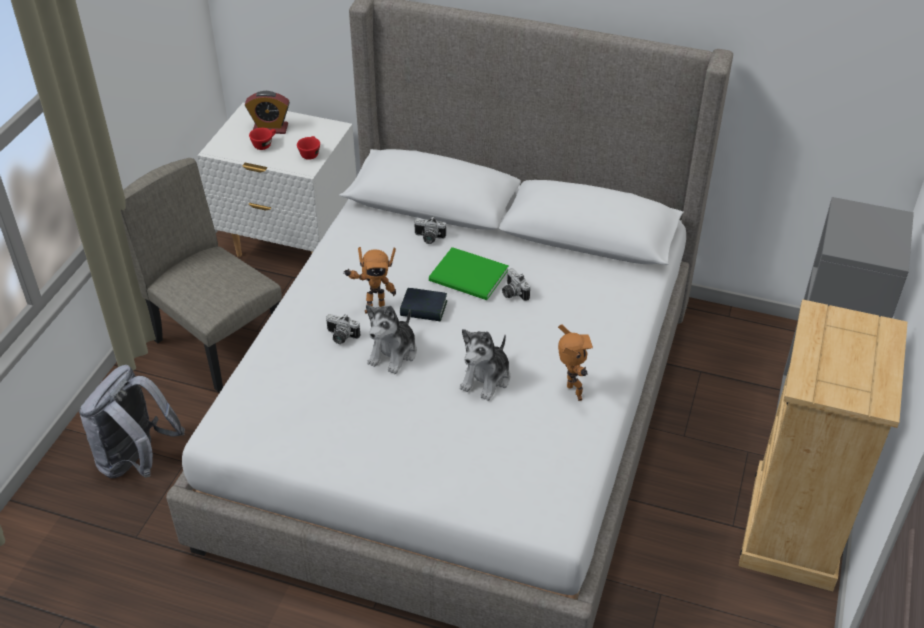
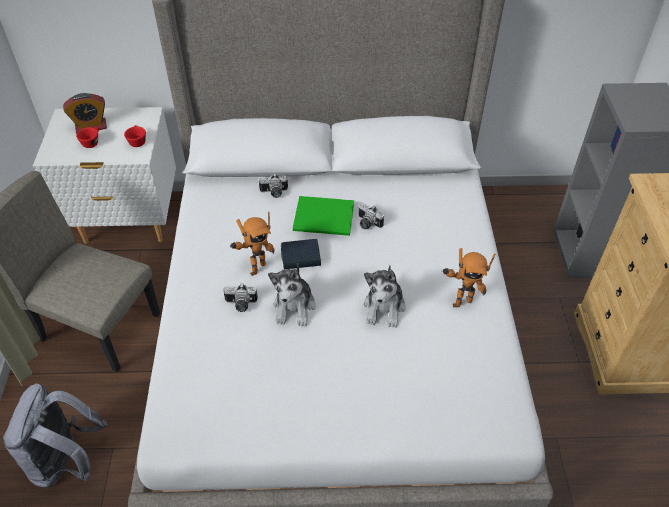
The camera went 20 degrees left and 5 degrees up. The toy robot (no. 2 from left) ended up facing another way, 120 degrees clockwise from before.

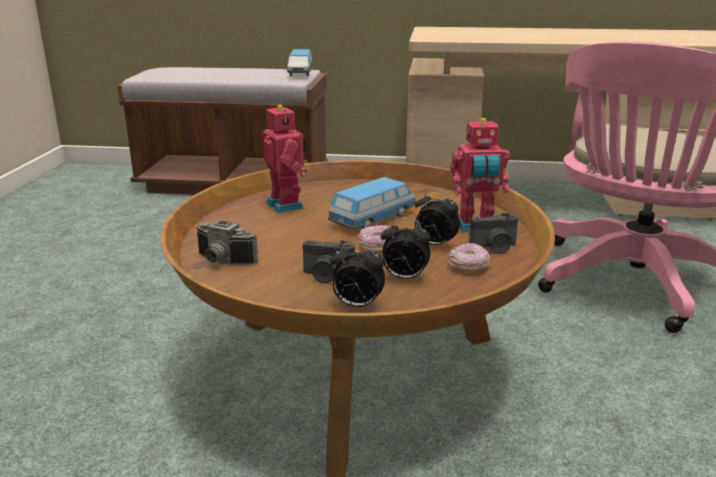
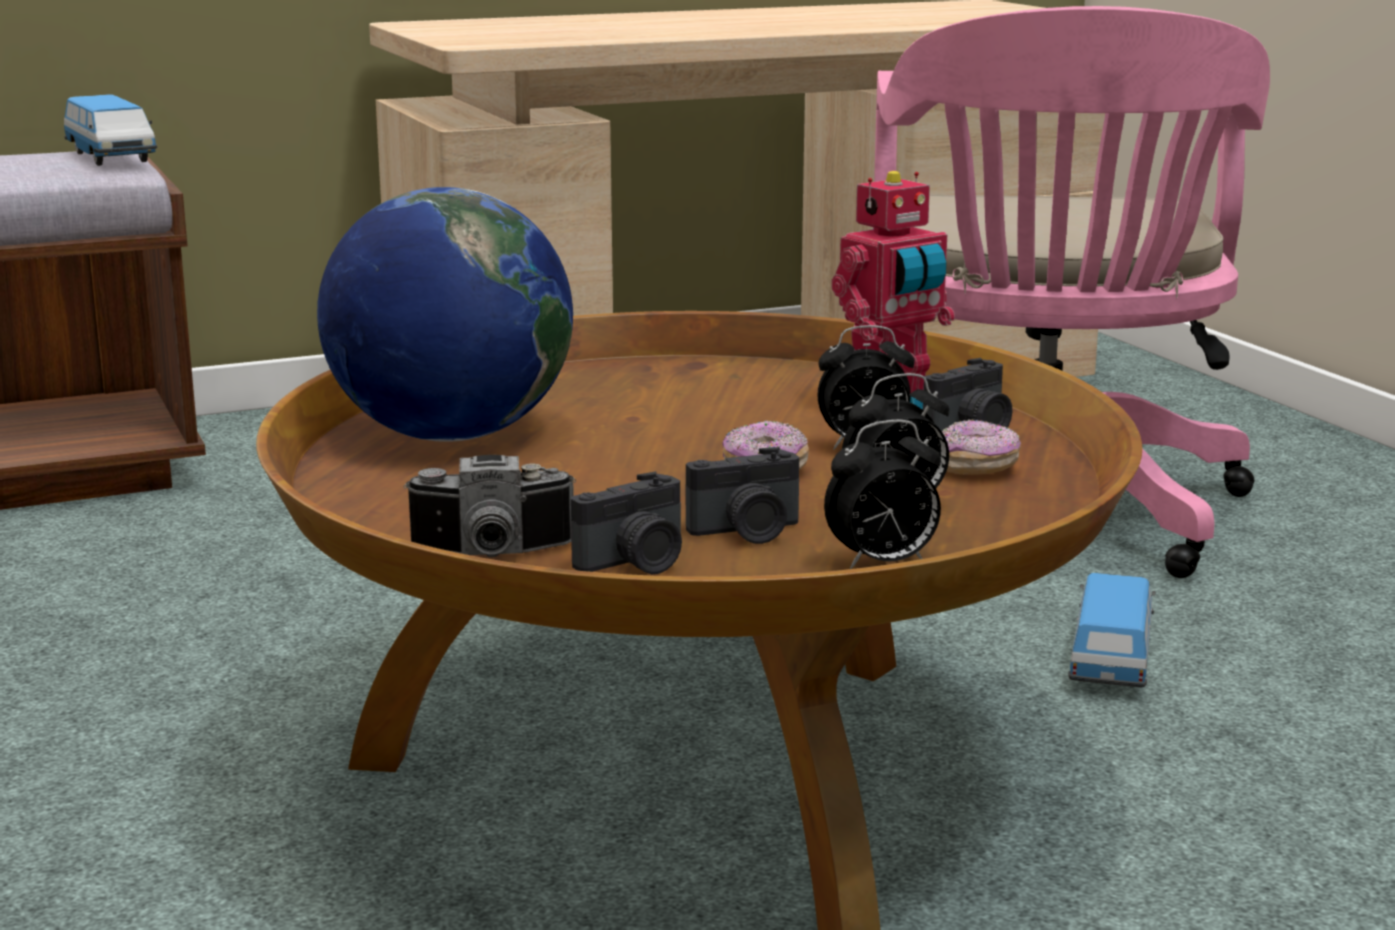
The camera went 30 degrees left and 5 degrees down. Where the toy robot (no. 1 from left) stood, the globe came to stand. The model car (no. 2 from left) ended up elsewhere. The second view gained the still camera (no. 2 from left).

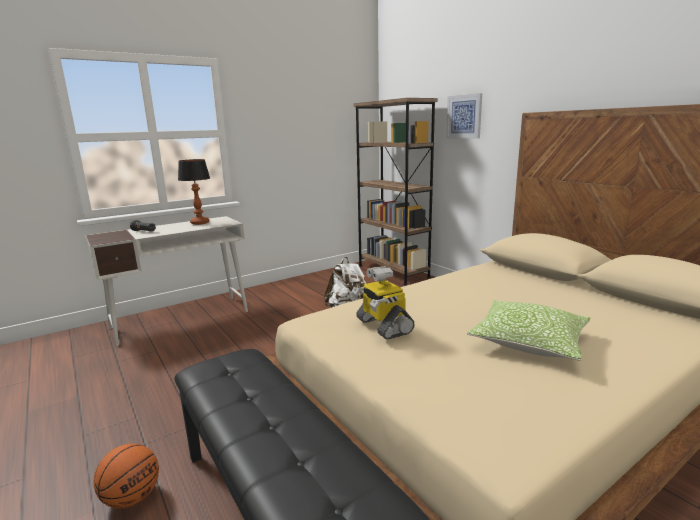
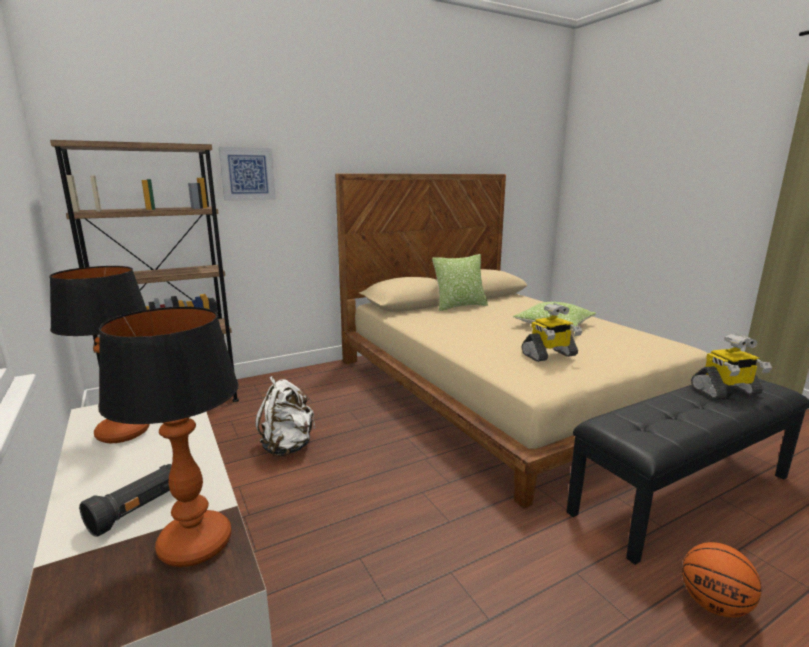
The camera went 85 degrees left and 0 degrees up. The second view gained the lamp for a table (no. 2 from left). The second view gained the pillow (no. 1 from left). The second view gained the toy robot (no. 2 from left).

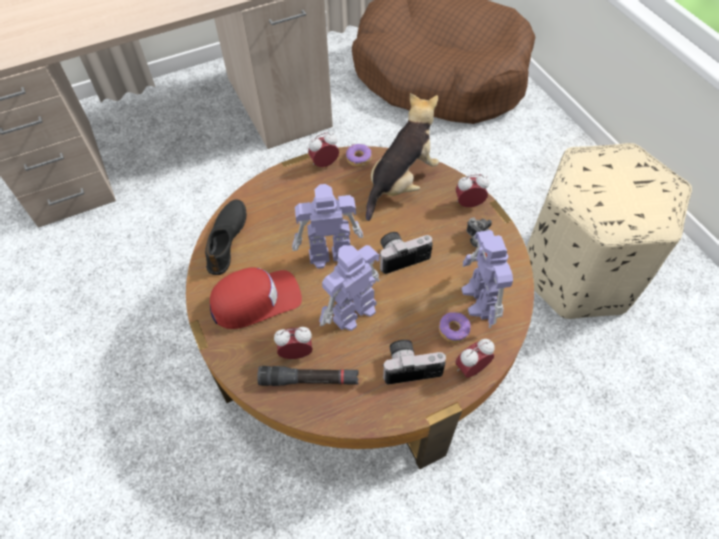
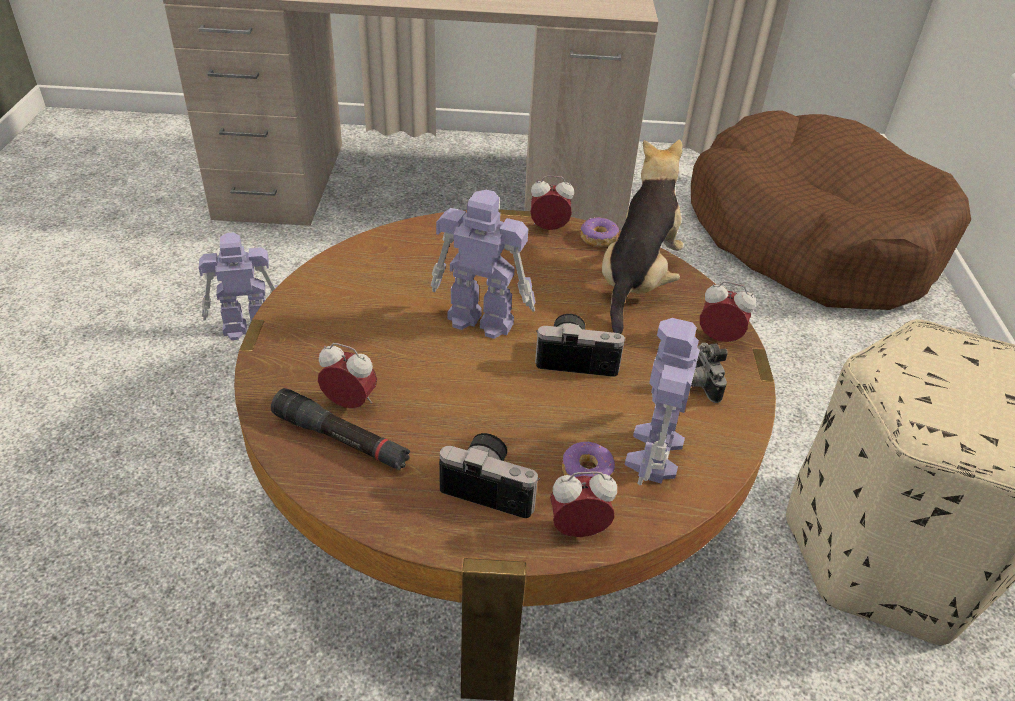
The camera went 25 degrees right and 15 degrees down. The second view lost the shoe in black. The second view lost the cap in red. The toy robot (no. 2 from left in the first image) ended up elsewhere. The cuddly toy ended up facing another way, 45 degrees counterclockwise from before.

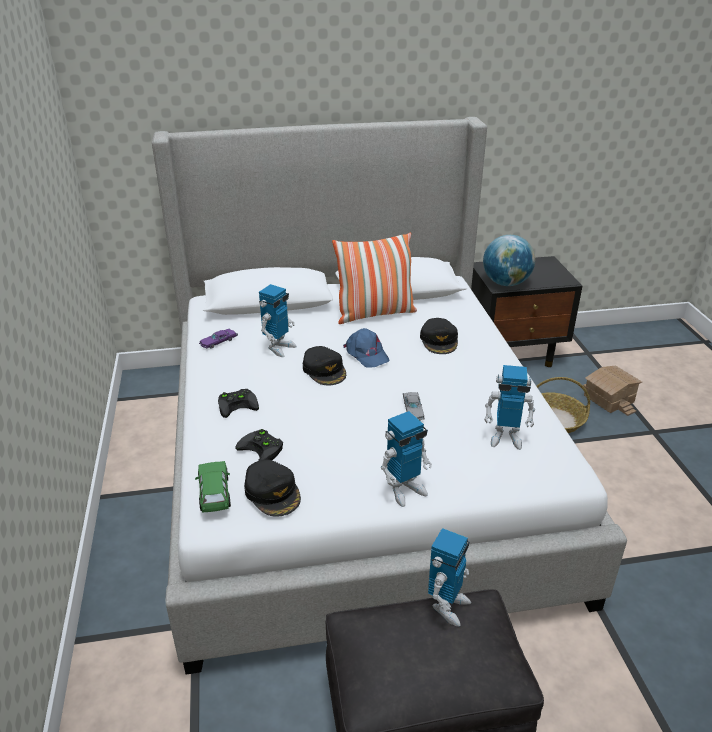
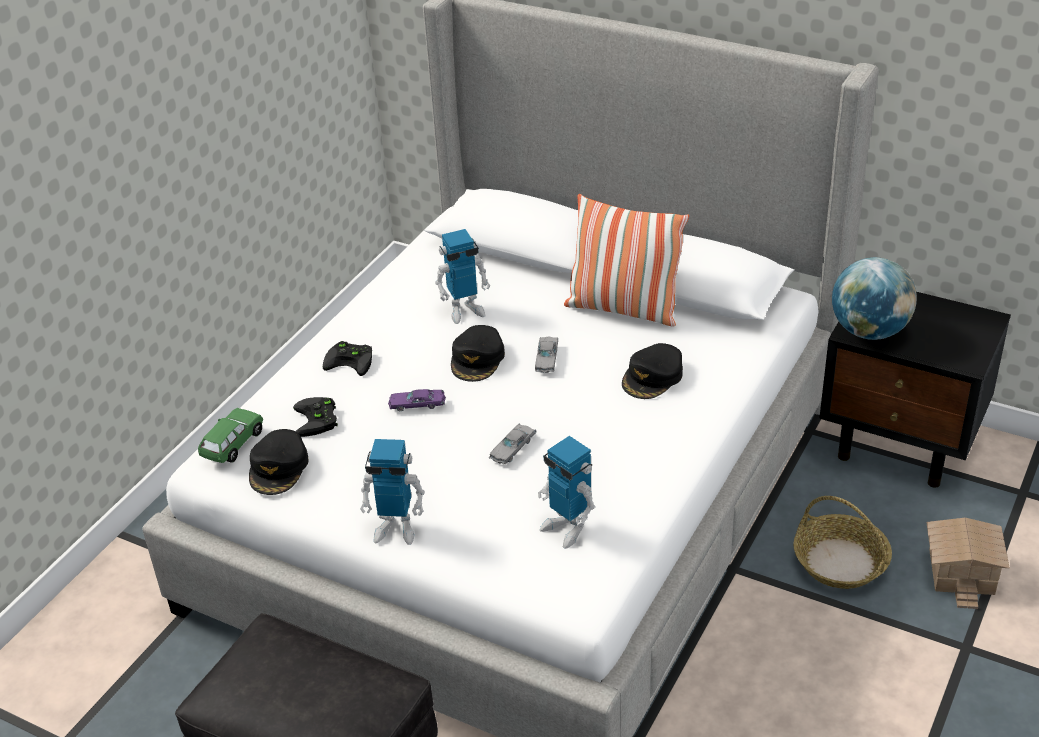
The camera went 40 degrees right and 5 degrees up. The model car in purple ended up elsewhere. Where the cap in blue stood, the model car in gray (no. 2 from left) came to stand. The second view lost the toy robot (no. 3 from left).

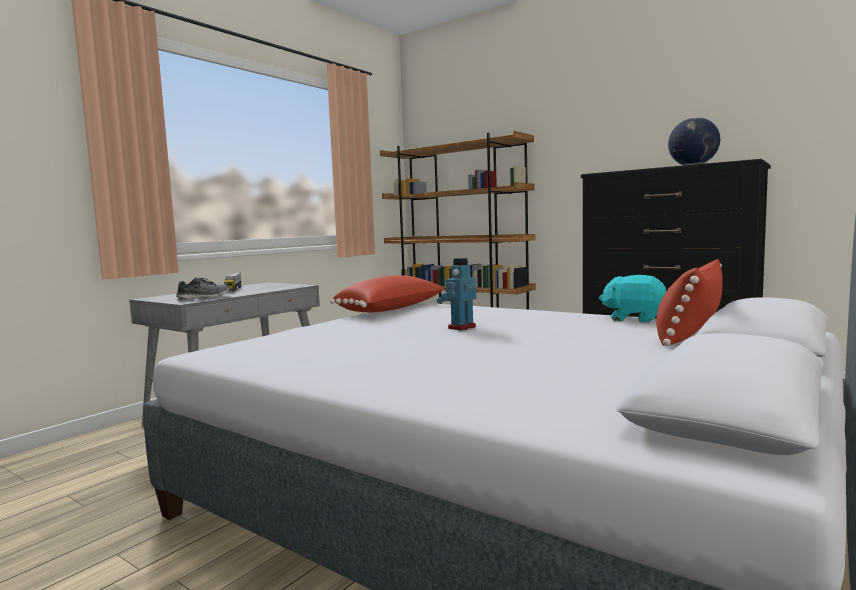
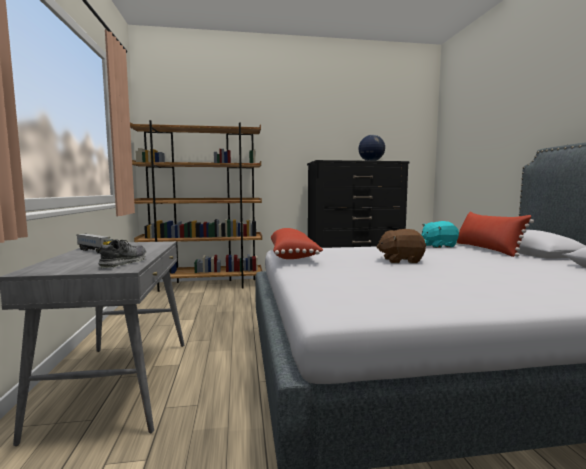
The camera went 45 degrees left and 0 degrees up. Where the toy robot stood, the cuddly toy in brown-coloured came to stand.

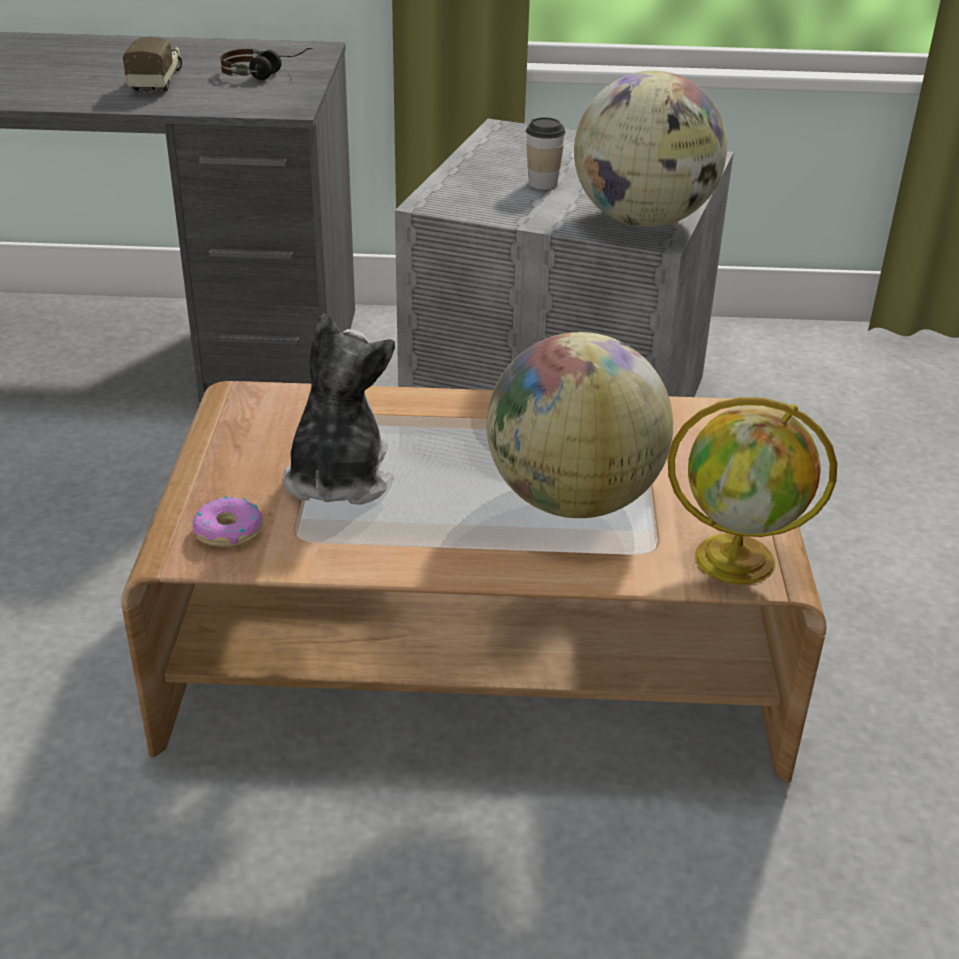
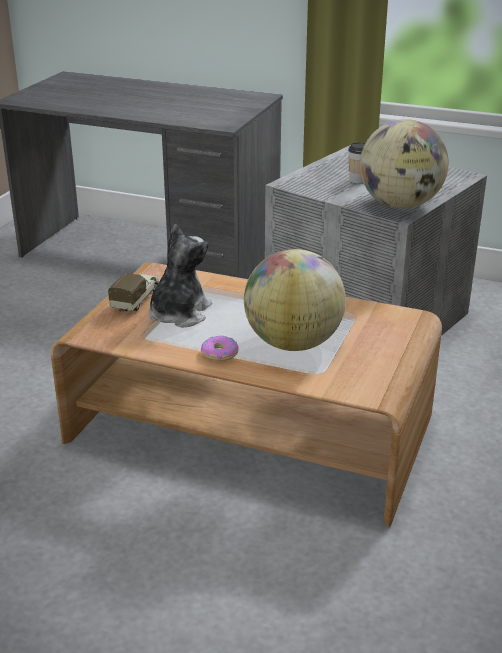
The camera went 20 degrees right and 5 degrees down. The toy truck ended up elsewhere. The ring doughnut ended up elsewhere. The second view lost the pair of headphones. The second view lost the globe (no. 3 from left).

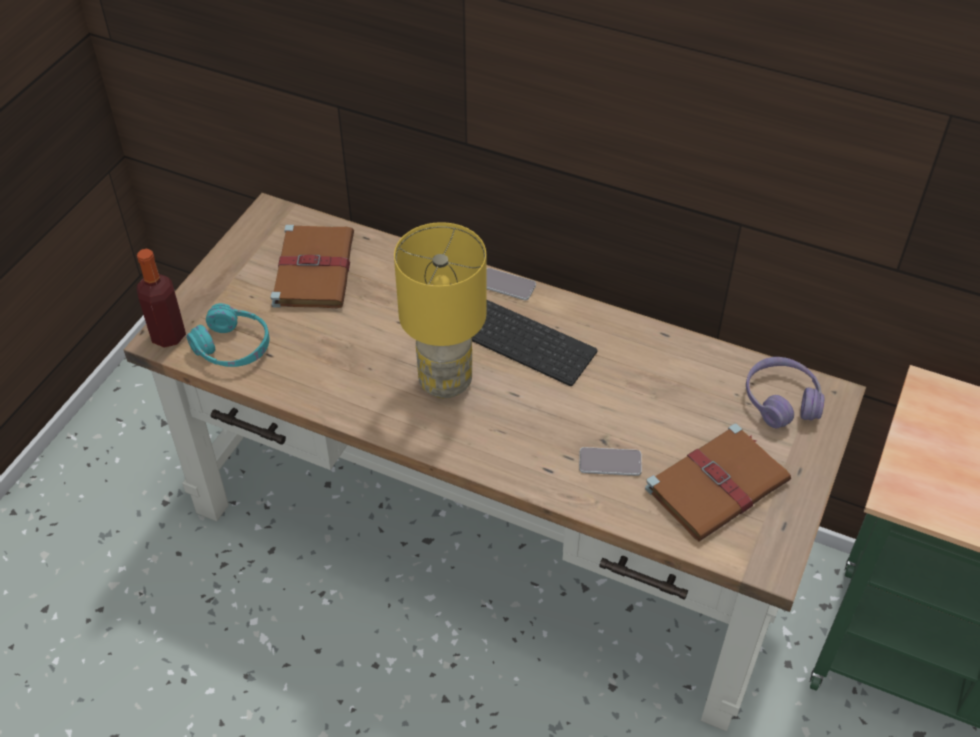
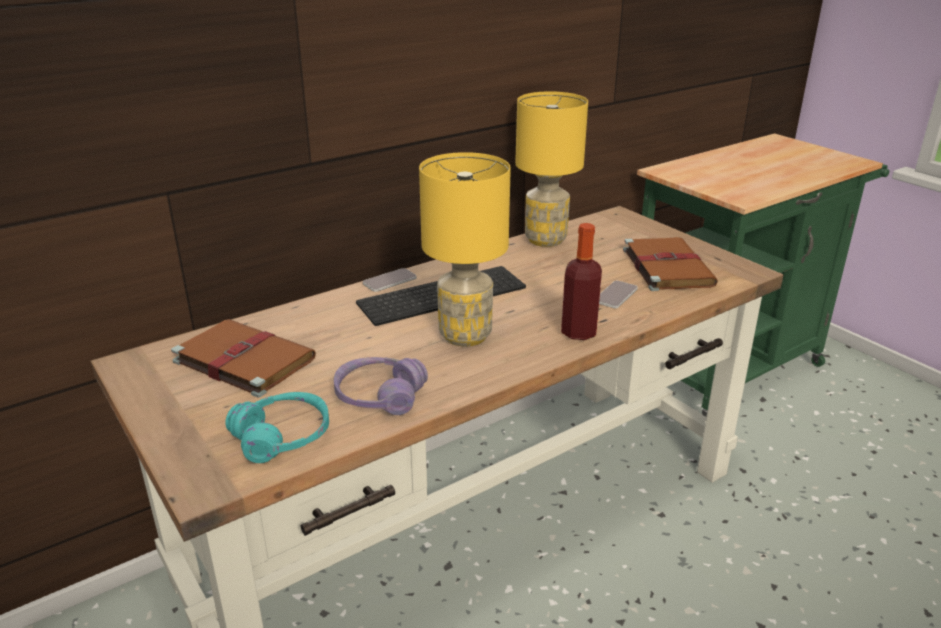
The camera went 60 degrees left and 20 degrees down. The drink bottle ended up elsewhere. The pair of headphones in purple ended up elsewhere. The second view gained the lamp for a table in yellow (no. 2 from left).

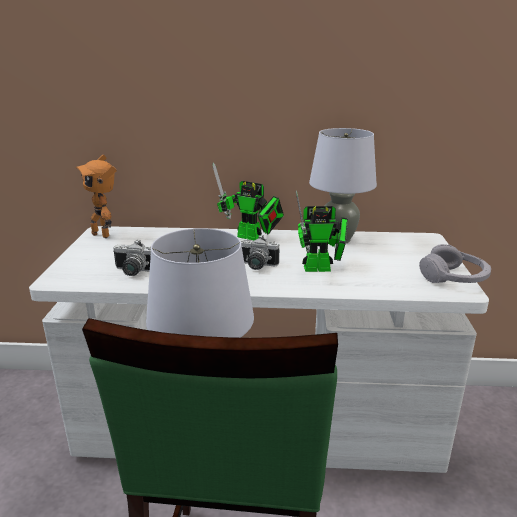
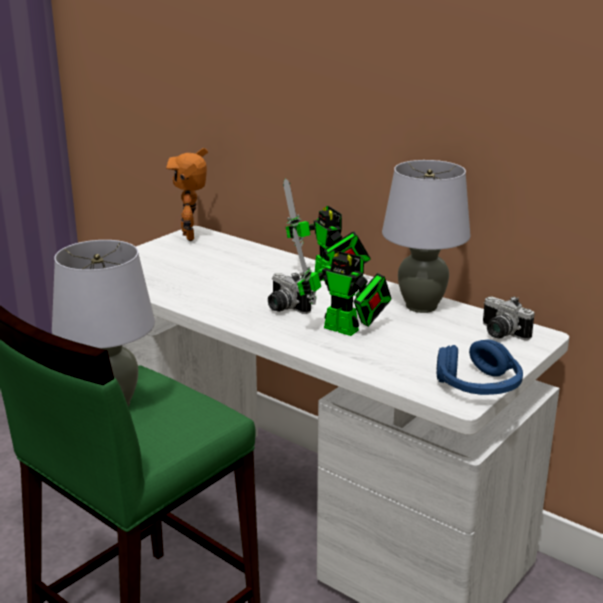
The camera went 35 degrees right and 0 degrees up. The still camera (no. 1 from left in the first image) ended up elsewhere. What was the pair of headphones in gray turned into the pair of headphones in blue.

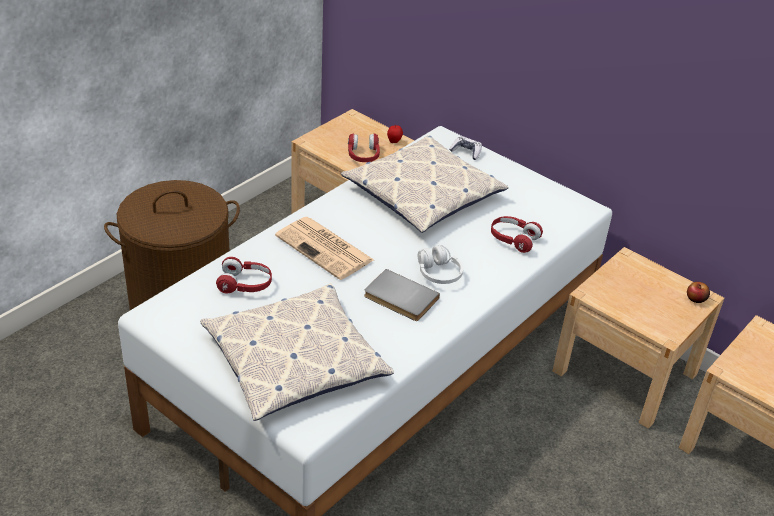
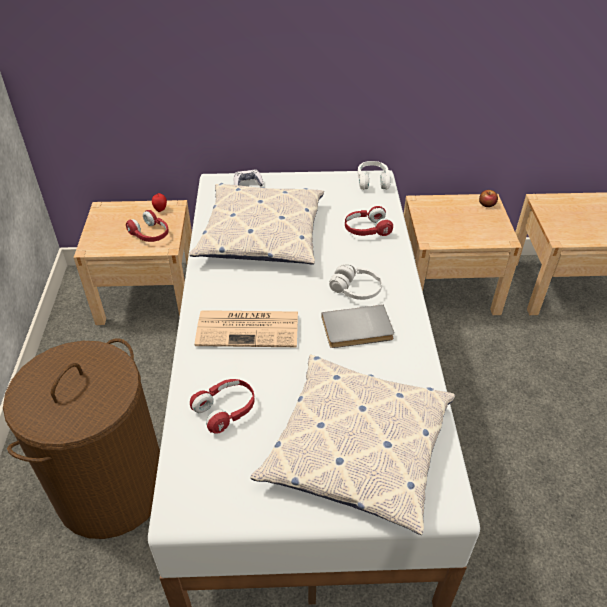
The camera went 40 degrees left and 5 degrees up. The second view gained the pair of headphones in white-coloured (no. 2 from left).

